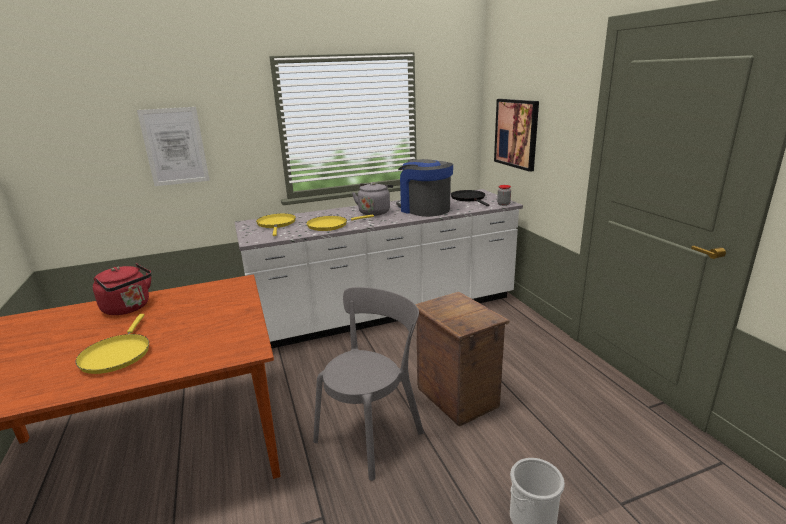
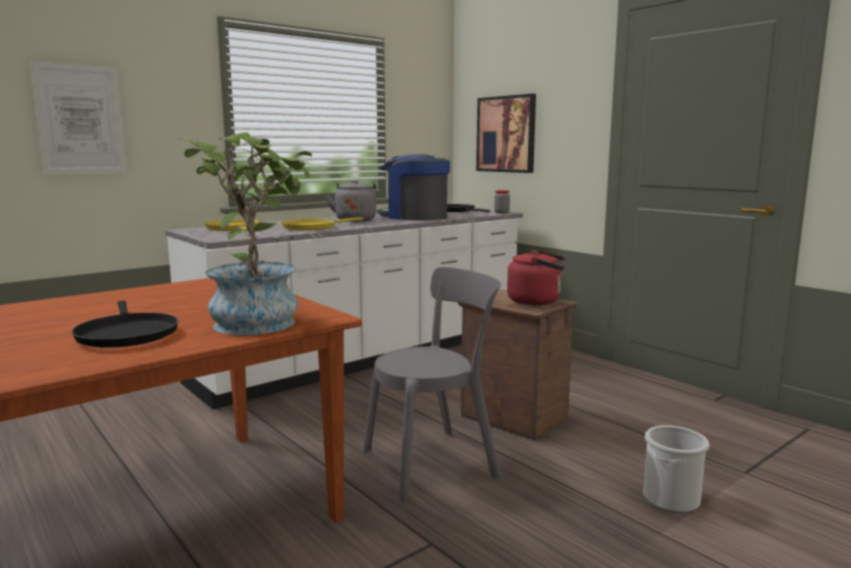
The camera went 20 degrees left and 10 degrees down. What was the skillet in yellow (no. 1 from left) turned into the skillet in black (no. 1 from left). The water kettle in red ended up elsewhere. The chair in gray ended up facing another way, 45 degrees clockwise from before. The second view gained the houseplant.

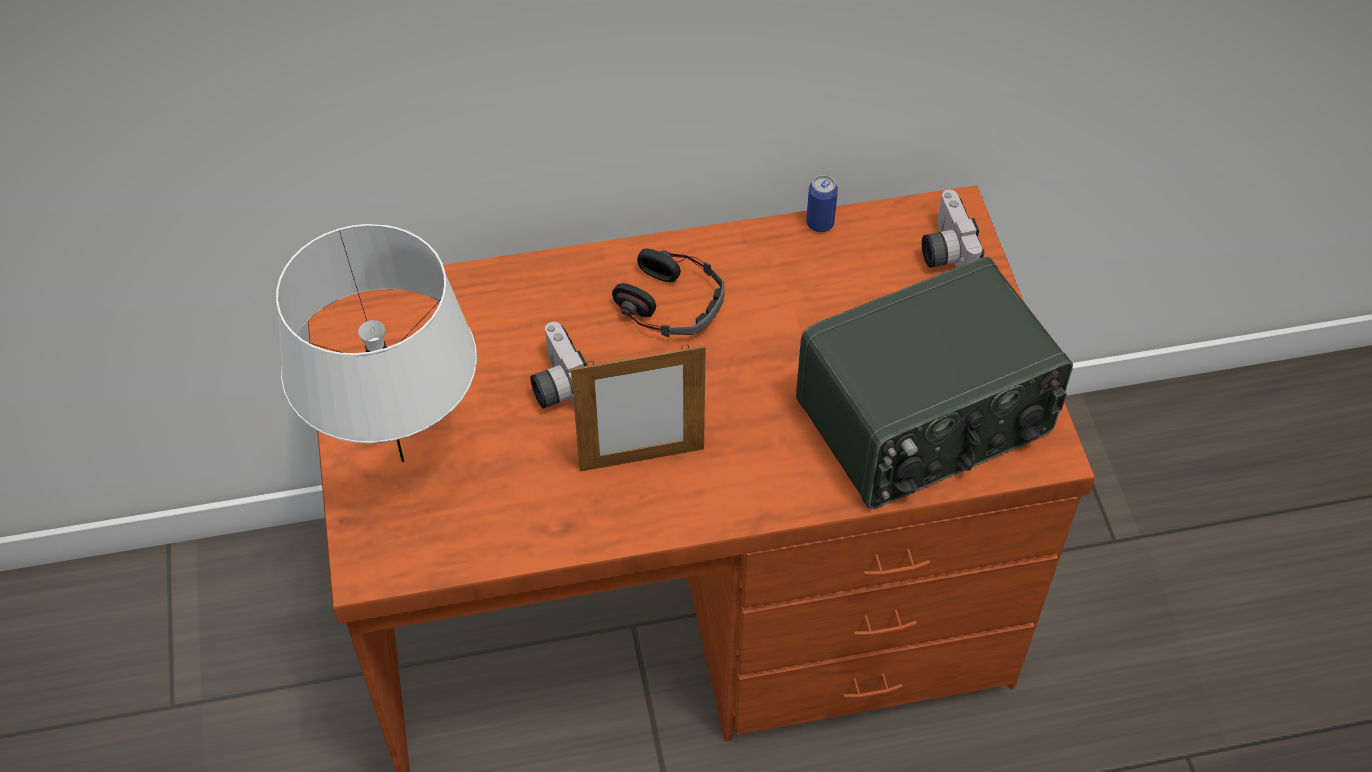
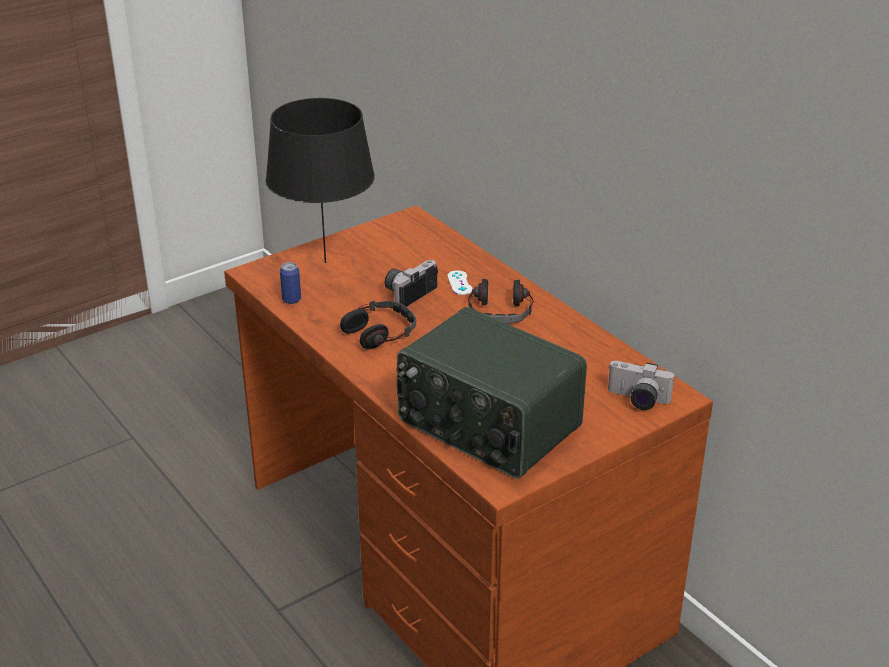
The camera went 65 degrees right and 20 degrees down. What was the lamp for a table in white-coloured turned into the lamp for a table in black. Where the photo frame stood, the pair of headphones (no. 1 from left) came to stand. The metal can ended up elsewhere. The still camera (no. 2 from left) ended up facing another way, 120 degrees counterclockwise from before. The second view gained the joypad in white-coloured.

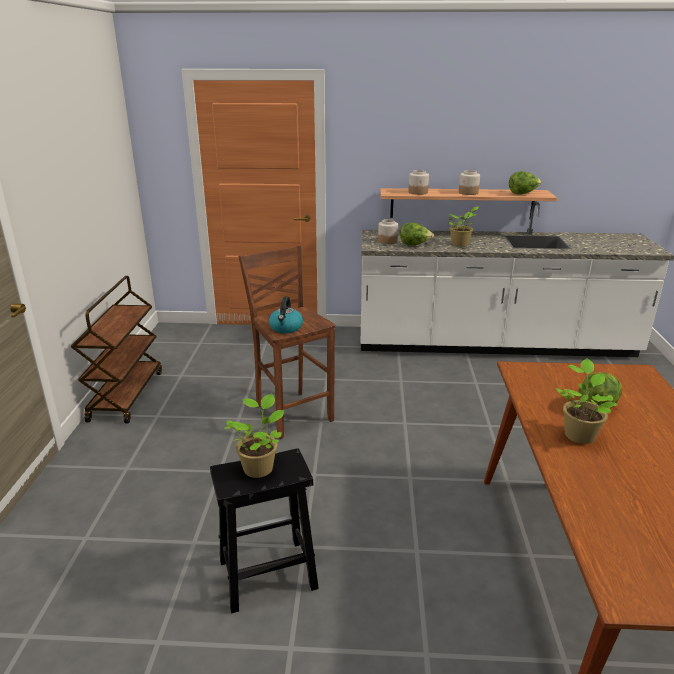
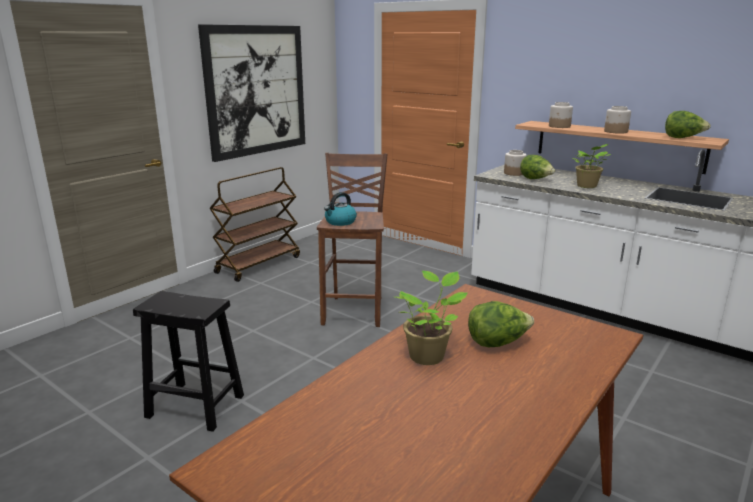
The camera went 35 degrees right and 5 degrees down. The second view lost the houseplant (no. 1 from left). The second view gained the wall art.

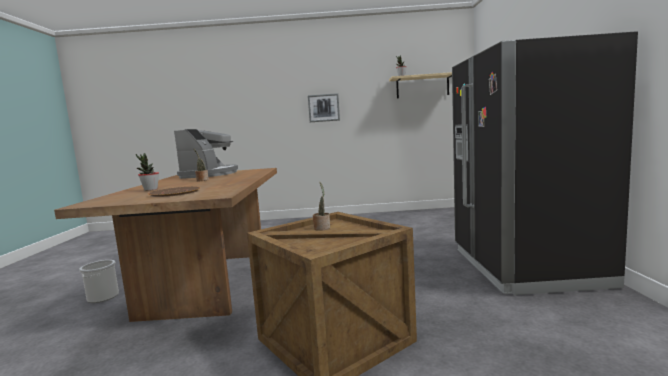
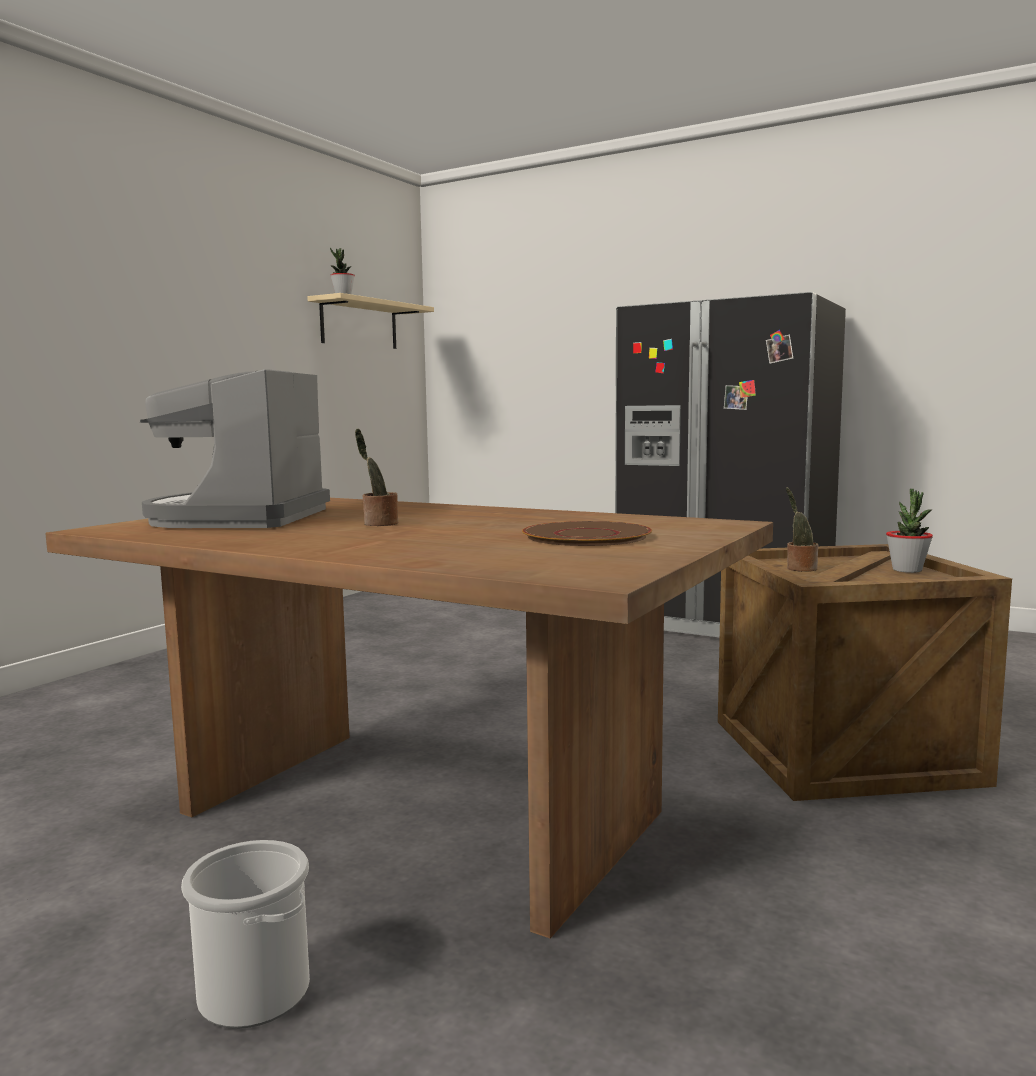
The camera went 60 degrees left and 0 degrees up. The houseplant (no. 1 from left in the first image) ended up elsewhere. The coffee maker ended up facing another way, 120 degrees counterclockwise from before. The second view lost the wall art.

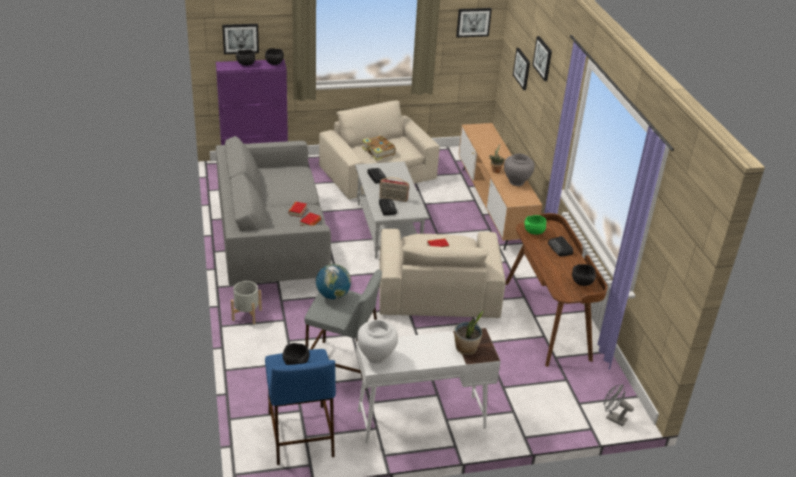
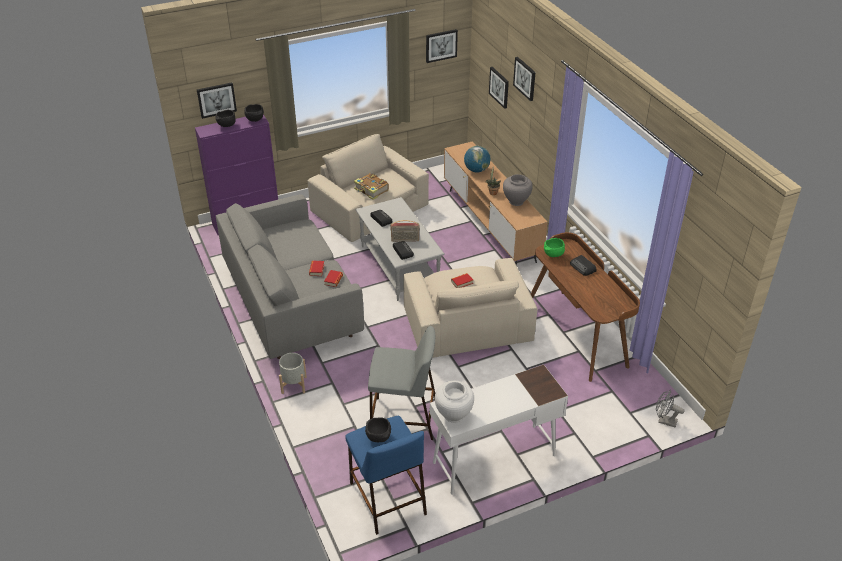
The camera went 10 degrees left and 5 degrees up. The globe ended up elsewhere. The second view lost the houseplant (no. 1 from left). The second view lost the bowl in black (no. 4 from left).

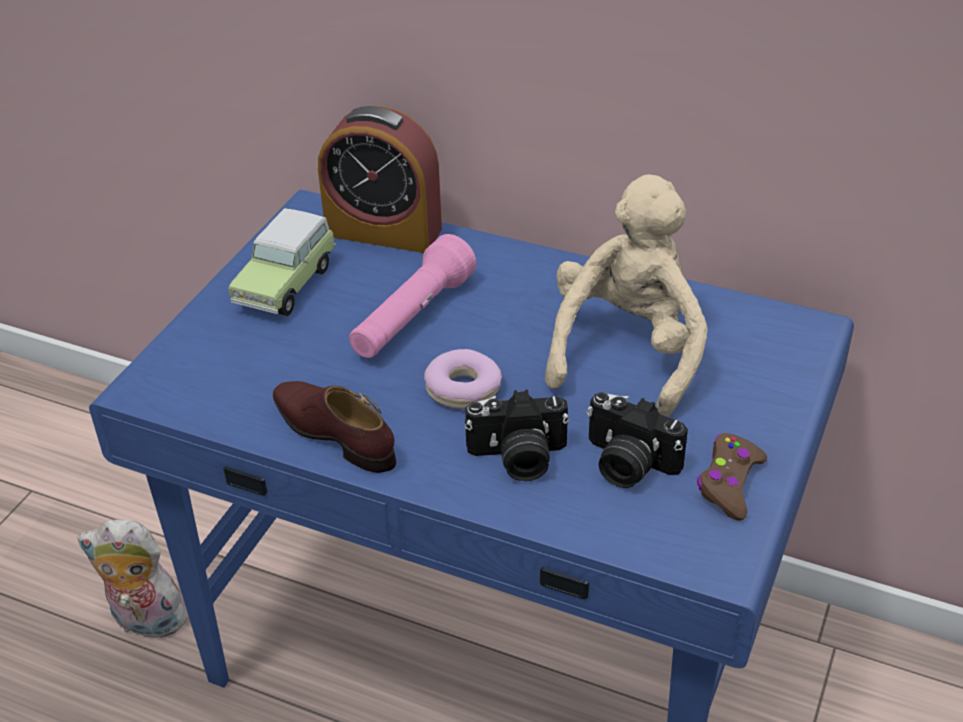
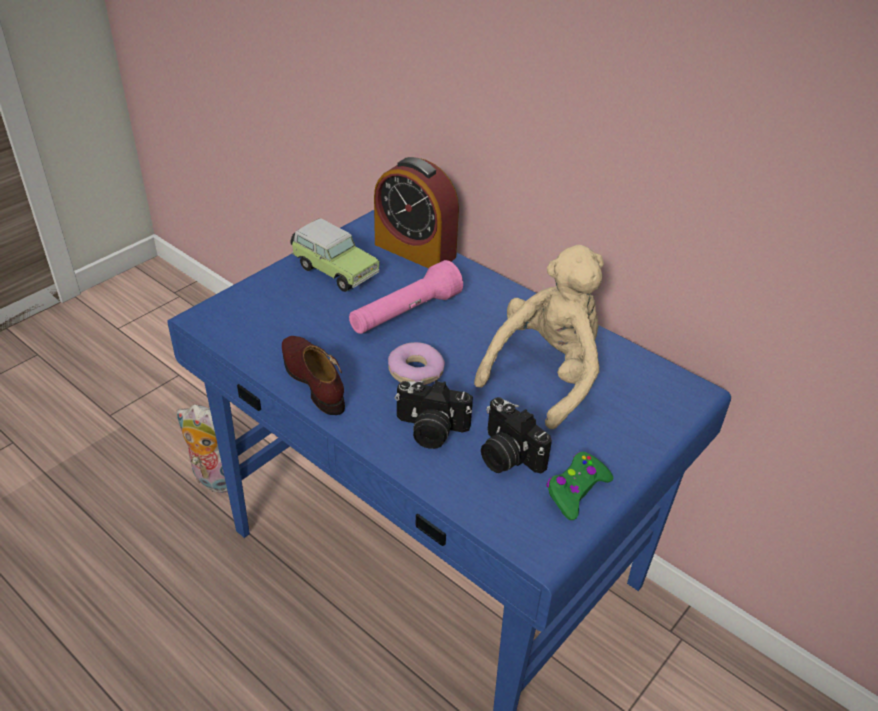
The camera went 15 degrees right and 0 degrees up. The model car ended up facing another way, 90 degrees counterclockwise from before. What was the joypad in brown-coloured turned into the joypad in green-coloured.

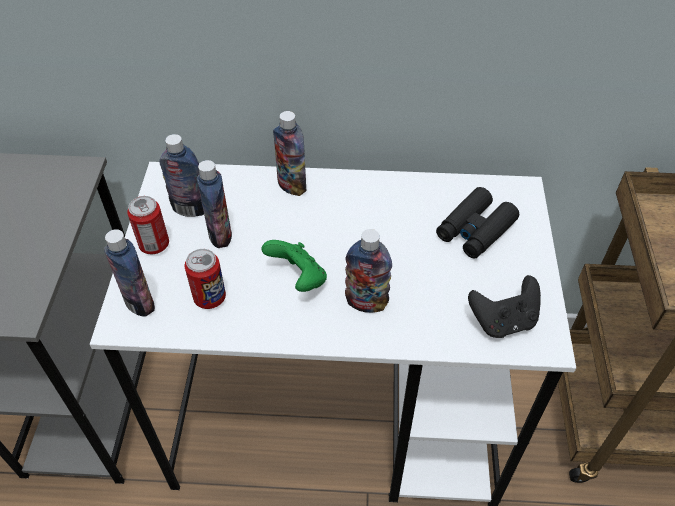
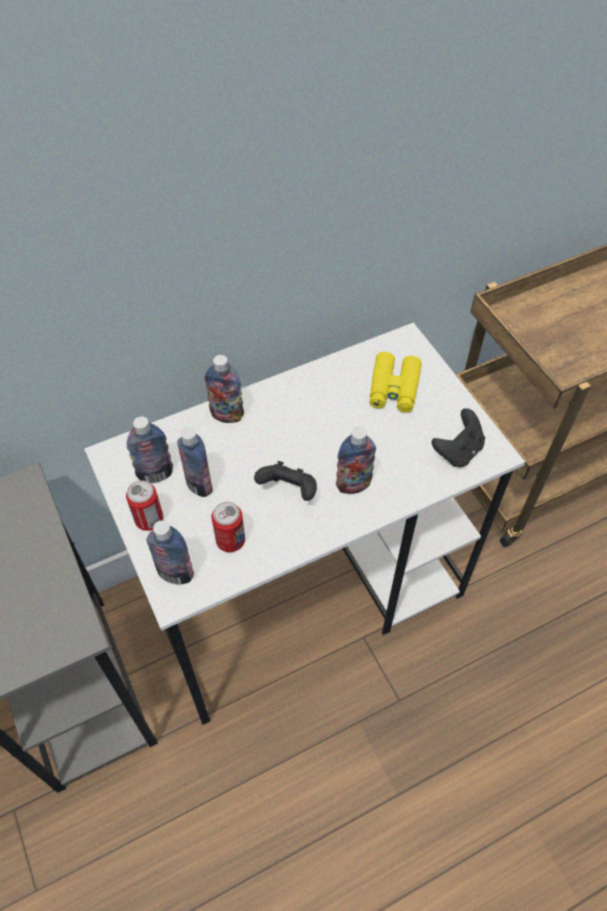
The camera went 30 degrees left and 5 degrees up. What was the joypad in green-coloured turned into the joypad in black (no. 1 from left). What was the binoculars in black turned into the binoculars in yellow.

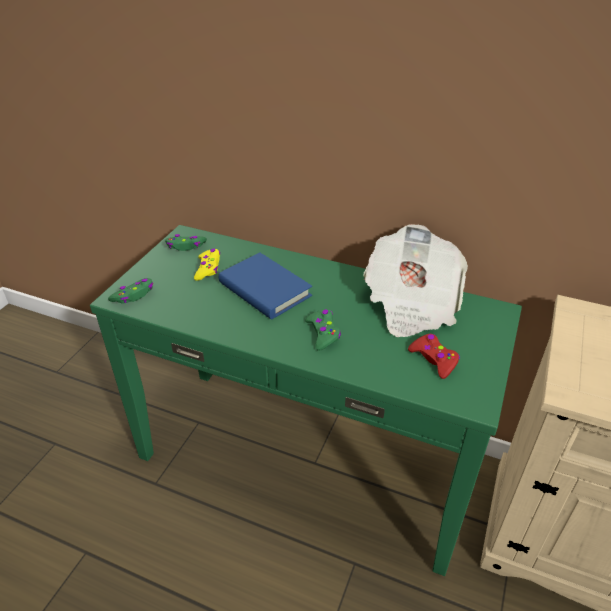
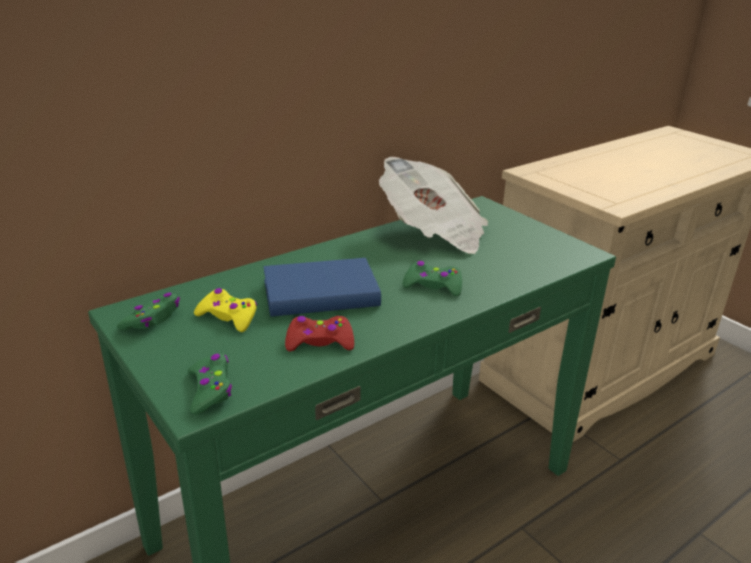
The camera went 60 degrees left and 10 degrees down. The joypad in red ended up elsewhere.

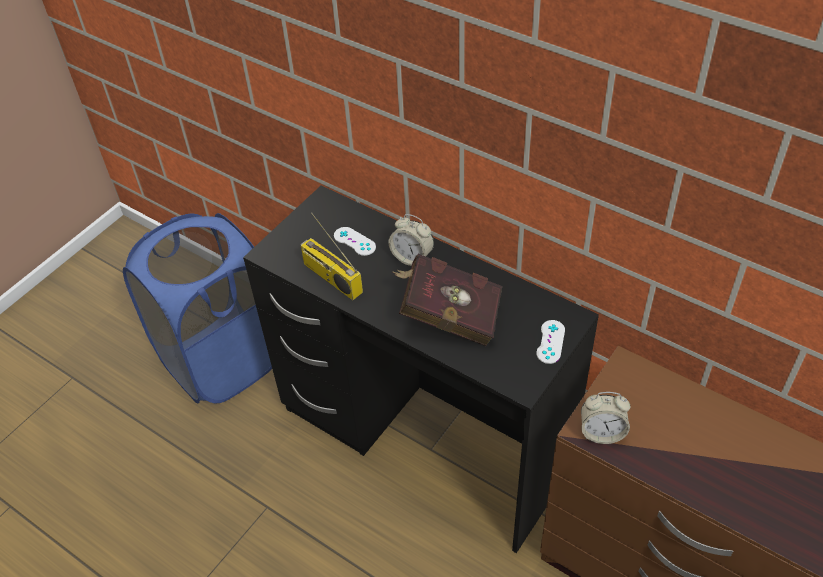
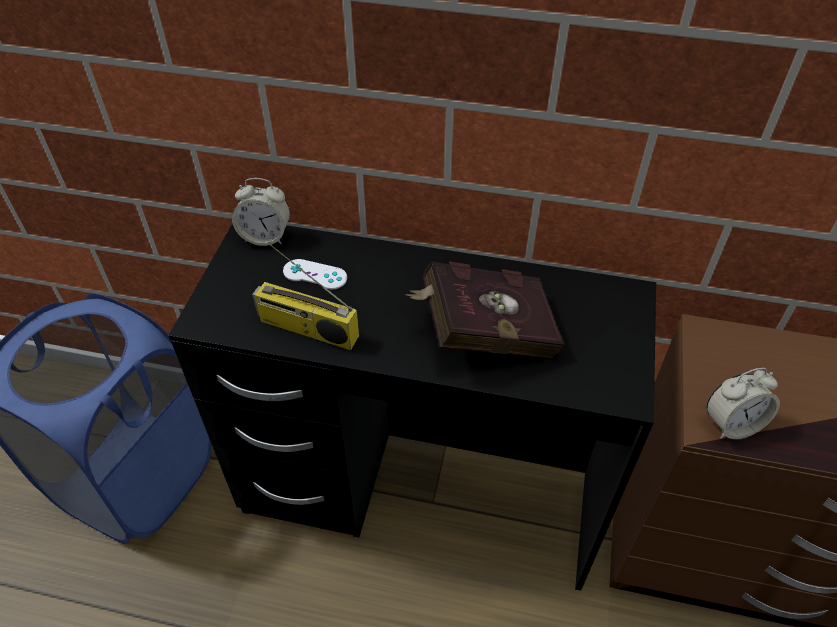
The camera went 25 degrees left and 0 degrees up. The bedside clock (no. 1 from left) ended up elsewhere. The second view lost the joypad in white-coloured (no. 2 from left).

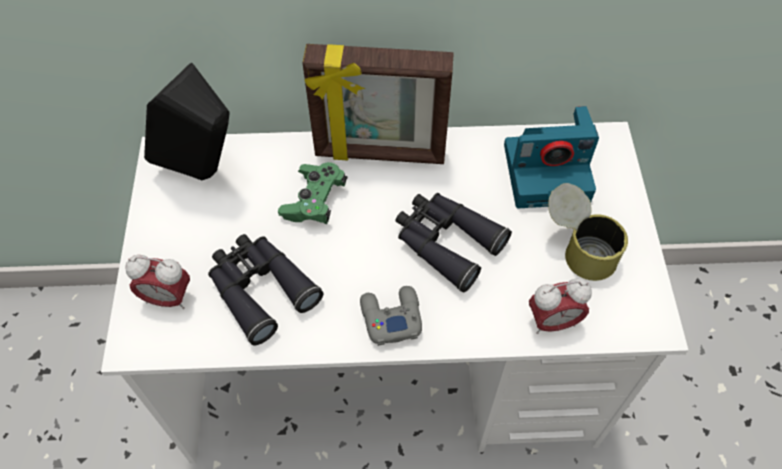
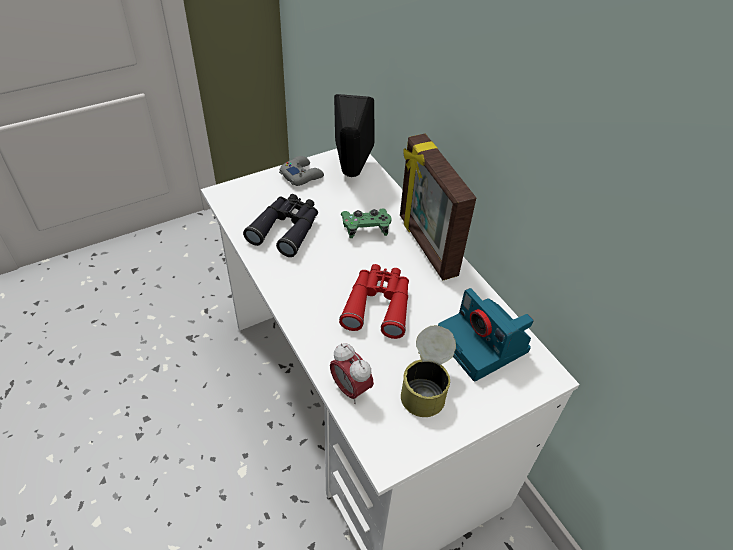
The camera went 60 degrees right and 10 degrees down. The second view lost the bedside clock (no. 1 from left). The joypad in gray ended up elsewhere. What was the binoculars in black (no. 2 from left) turned into the binoculars in red.

